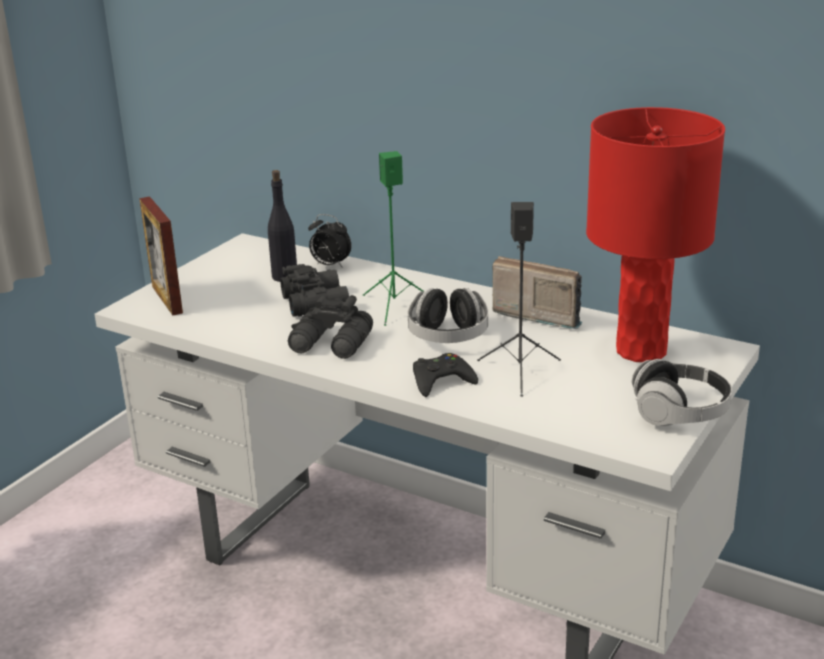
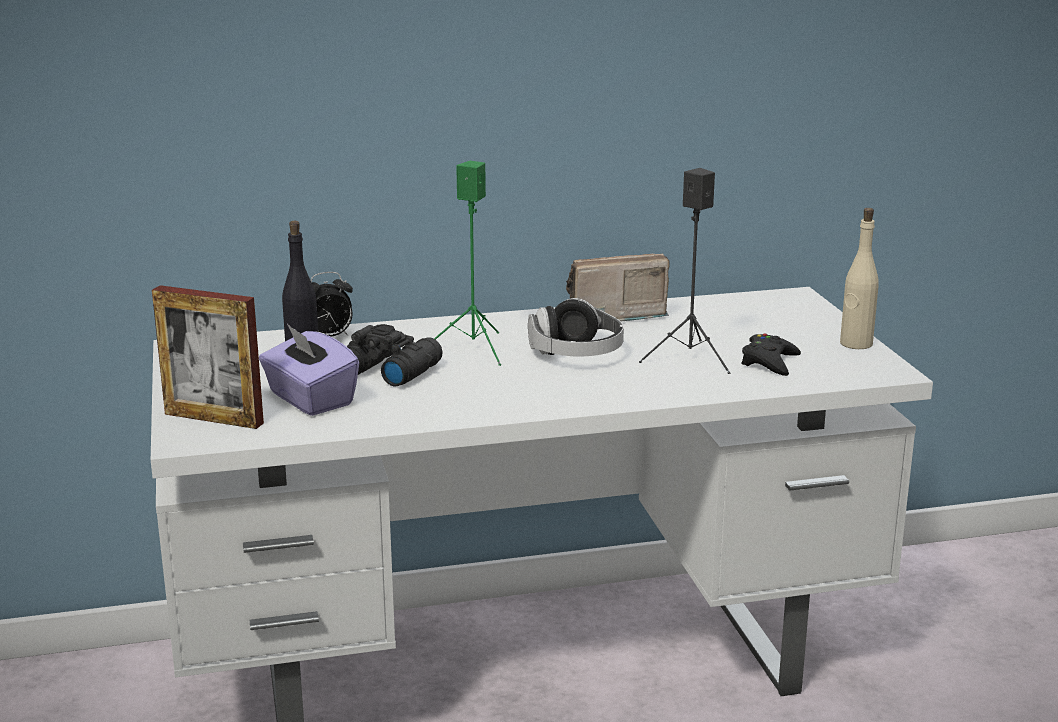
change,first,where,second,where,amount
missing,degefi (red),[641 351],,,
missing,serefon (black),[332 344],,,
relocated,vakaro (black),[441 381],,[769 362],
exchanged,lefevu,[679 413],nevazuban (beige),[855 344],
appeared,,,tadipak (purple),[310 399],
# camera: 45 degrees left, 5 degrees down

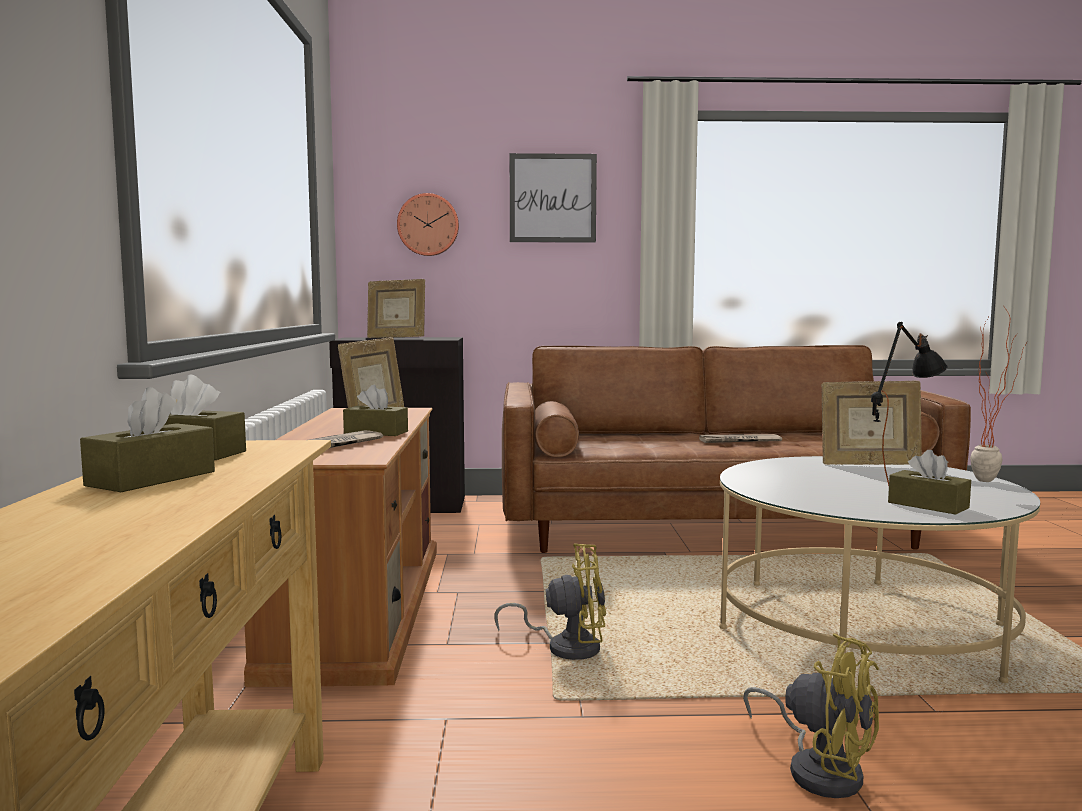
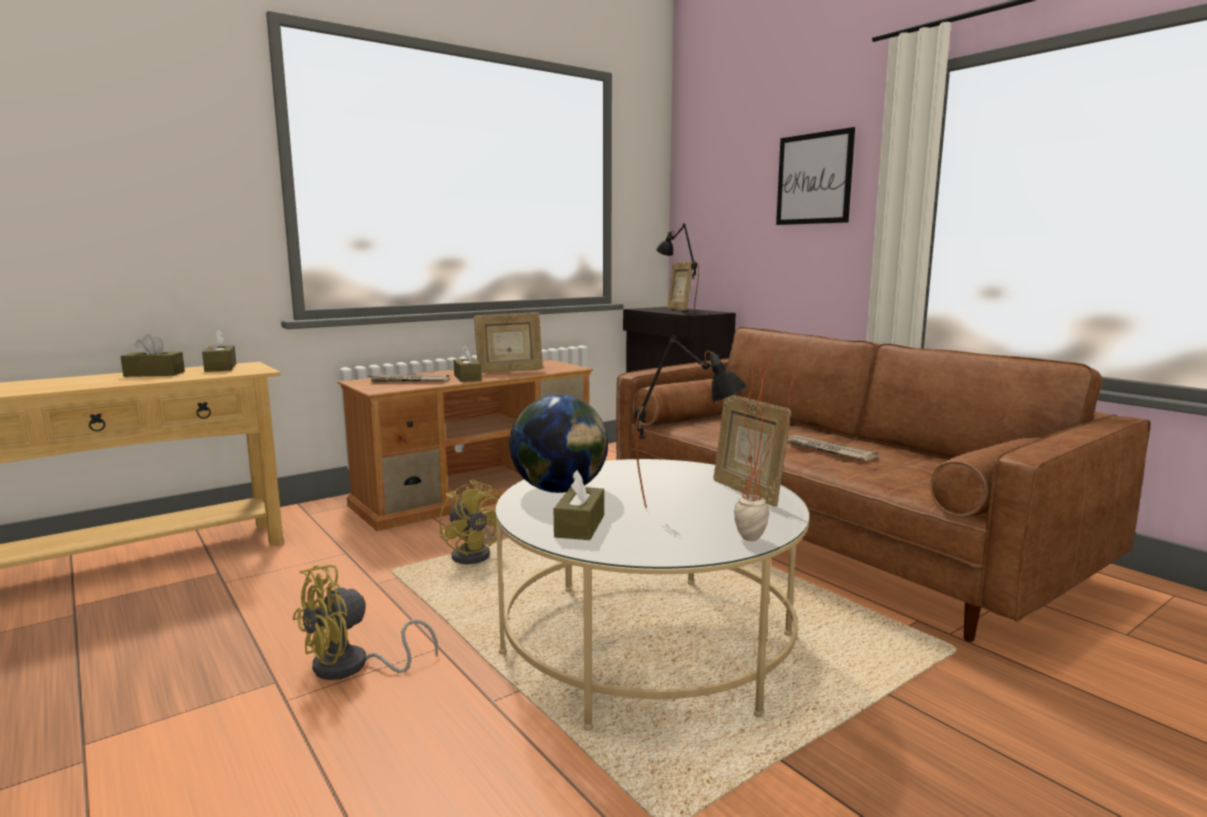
change,first,where,second,where,amount
missing,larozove,[428 225],,,
spun,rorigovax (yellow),[819 769],,[352 667],45 degrees clockwise
appeared,,,degefi (black),[675 313],
appeared,,,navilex,[560 490],
# camera: 55 degrees right, 5 degrees up

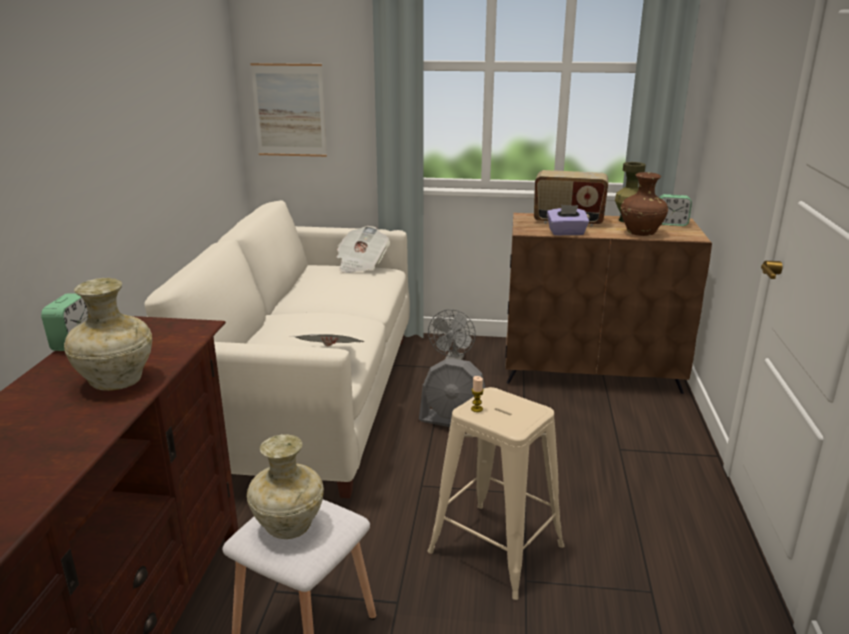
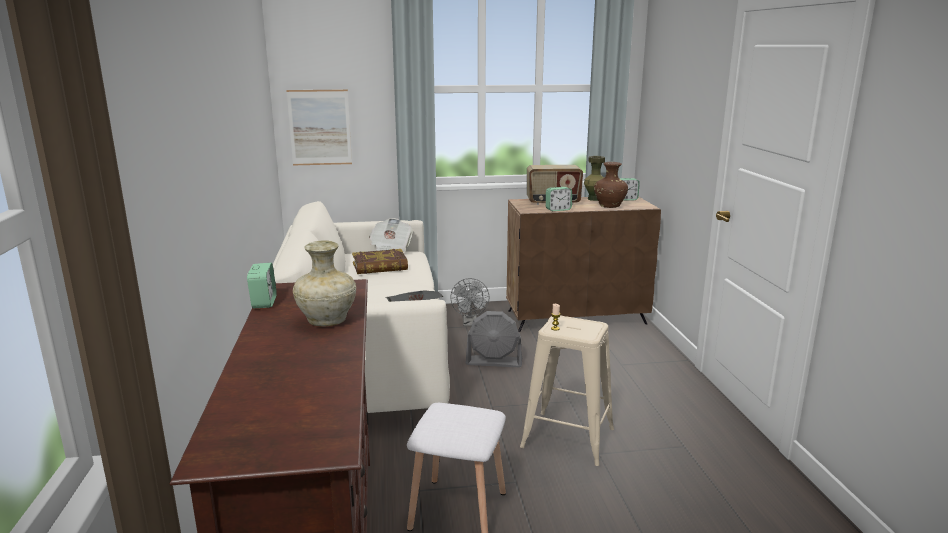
change,first,where,second,where,amount
exchanged,tadipak (purple),[566 233],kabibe,[558 209],
missing,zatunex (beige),[288 527],,,
appeared,,,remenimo,[380 266],
# camera: 15 degrees left, 5 degrees down

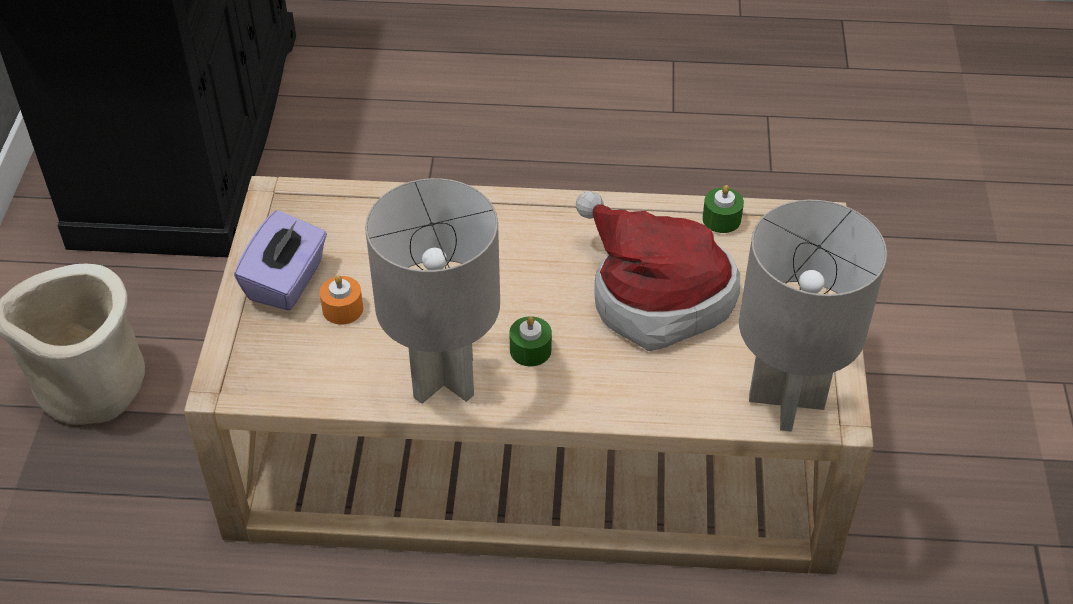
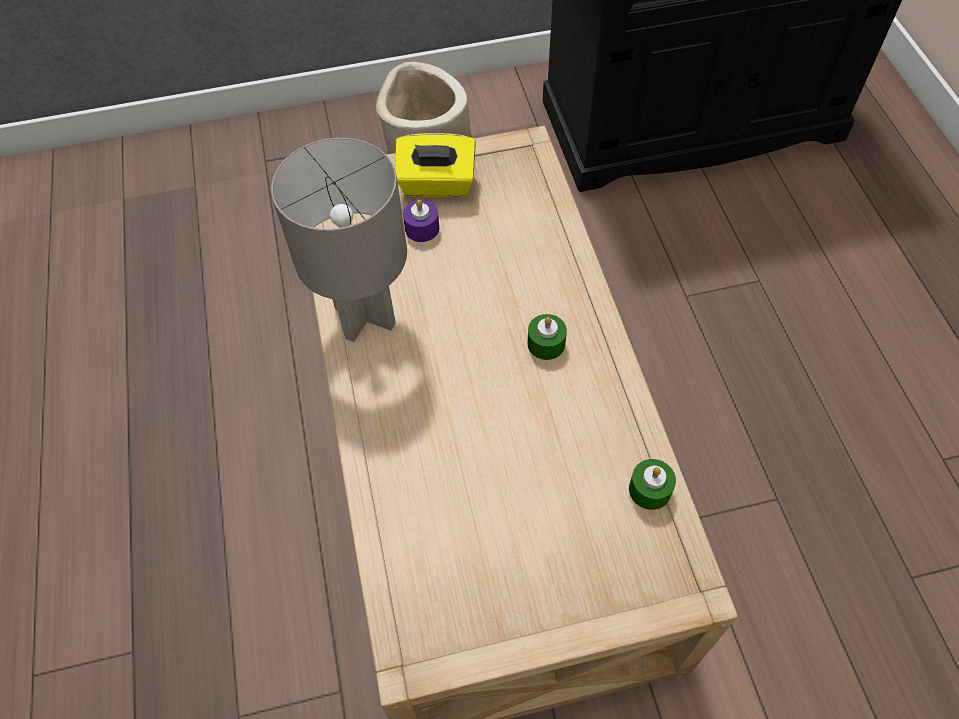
change,first,where,second,where,amount
missing,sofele,[654 296],,,
missing,degefi (grey),[787 400],,,
colour,tadipak (purple),[287 281],tadipak (yellow),[437 184],
colour,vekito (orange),[342 309],vekito (purple),[422 228],
relocated,vekito (green),[530 350],,[546 343],
# camera: 75 degrees right, 10 degrees up

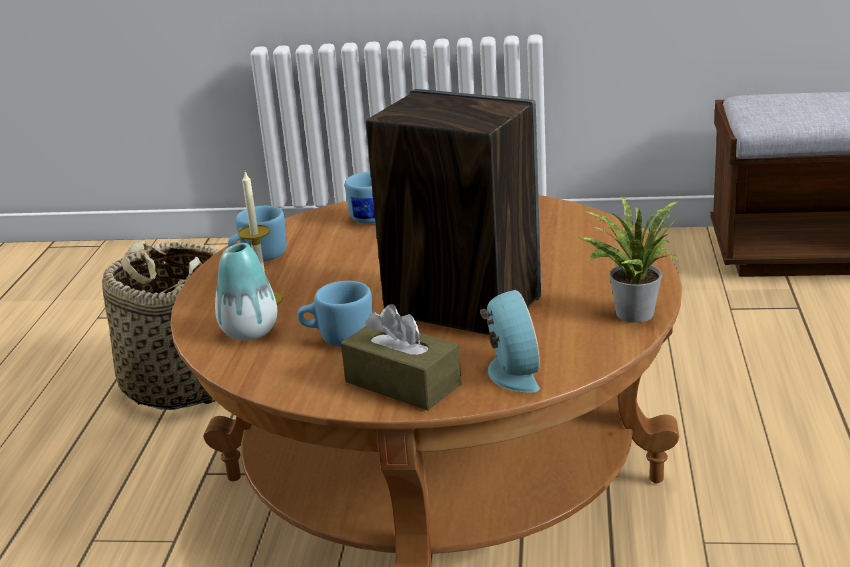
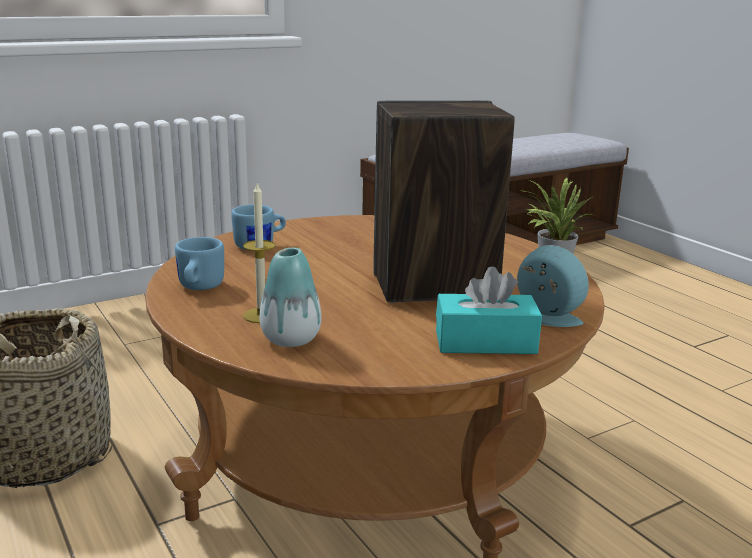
change,first,where,second,where,amount
missing,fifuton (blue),[338 338],,,
colour,tadipak (brown),[402 383],tadipak (turquoise),[485 342],
# camera: 40 degrees left, 5 degrees down

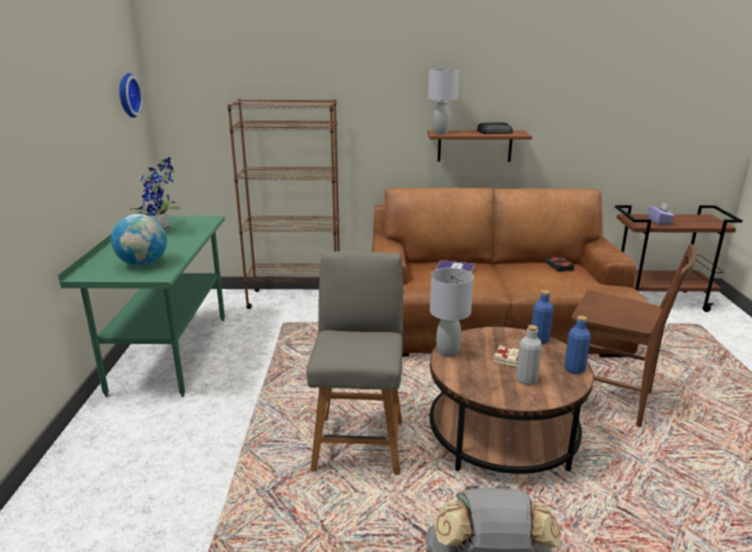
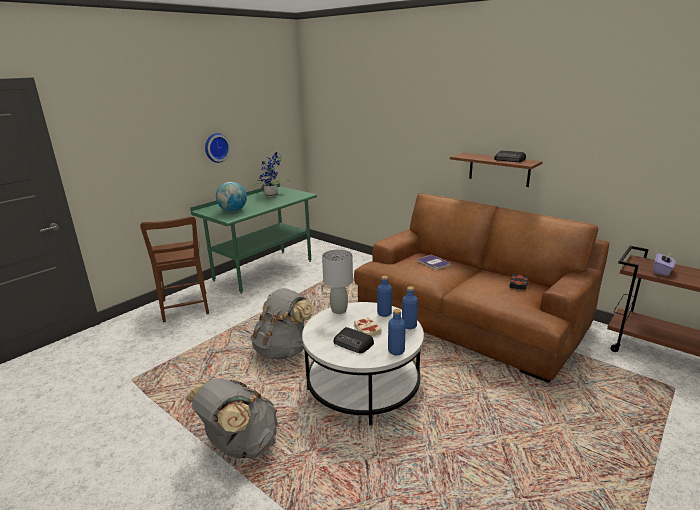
change,first,where,second,where,amount
missing,degefi (grey),[441 133],,,
relocated,larozove,[127 95],,[216 147],
missing,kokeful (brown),[295 299],,,
relocated,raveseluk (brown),[612 400],,[185 308],
exchanged,raveseluk (grey),[359 441],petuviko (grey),[283 350],
exchanged,nevazuban (grey),[526 380],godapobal,[353 343],
colour,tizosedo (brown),[502 435],tizosedo (white),[363 385],
appeared,,,nevazuban (blue),[384 313],
# camera: 40 degrees right, 0 degrees up

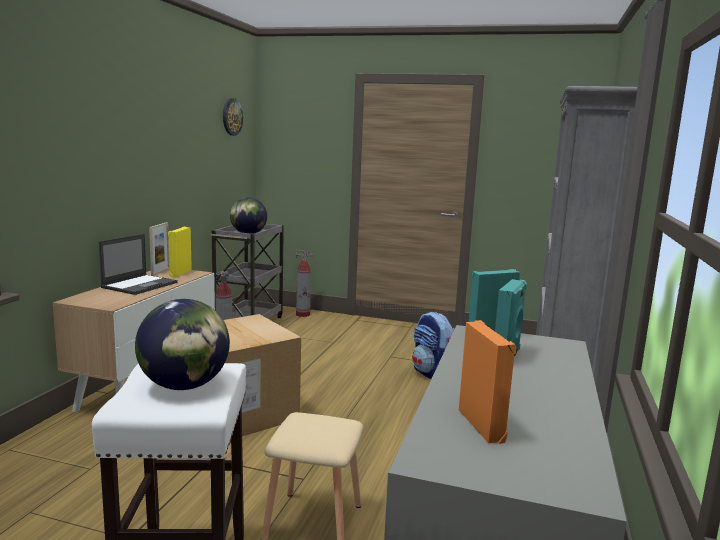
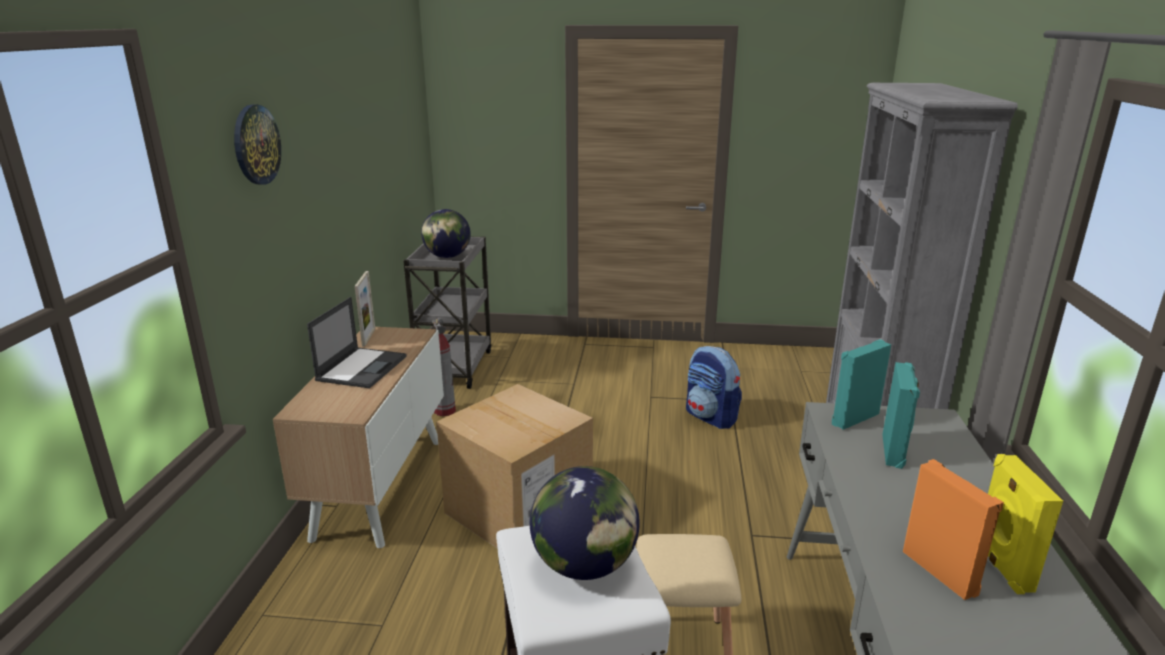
change,first,where,second,where,amount
relocated,larozove,[232 117],,[256 145],
relocated,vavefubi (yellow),[179 273],,[1000 566],
missing,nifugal,[303 314],,,
# camera: 10 degrees left, 10 degrees up

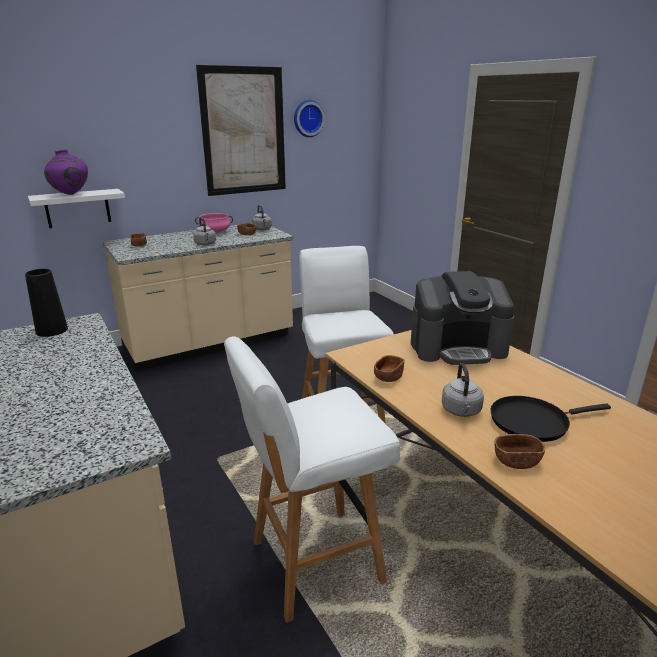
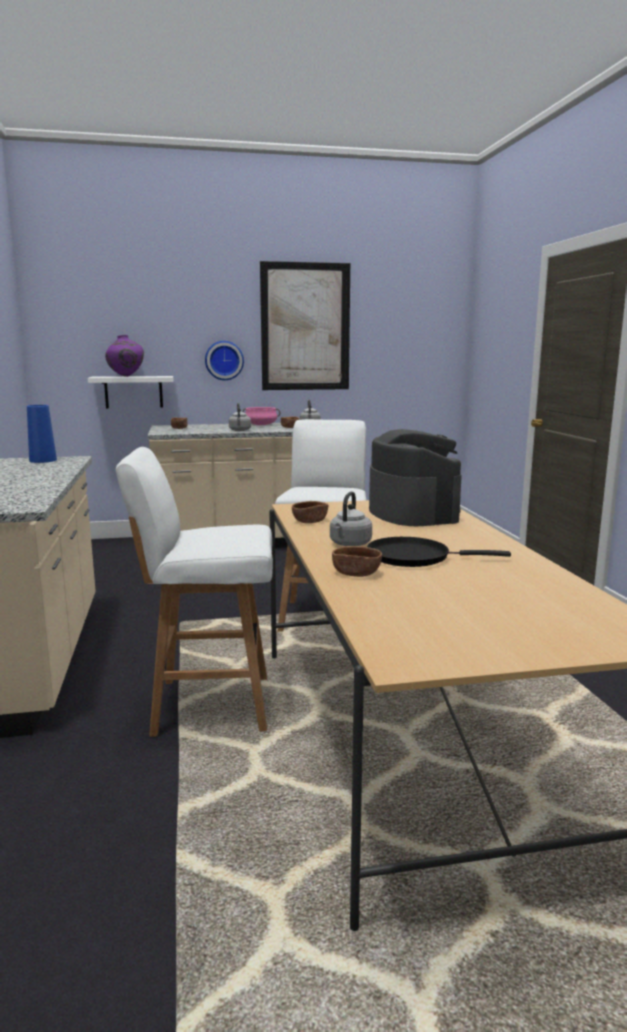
change,first,where,second,where,amount
relocated,larozove,[307 118],,[224 360],
colour,zatunex (black),[52 330],zatunex (blue),[43 460],
spun,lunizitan,[458 347],,[412 512],120 degrees counterclockwise
# camera: 20 degrees right, 10 degrees down

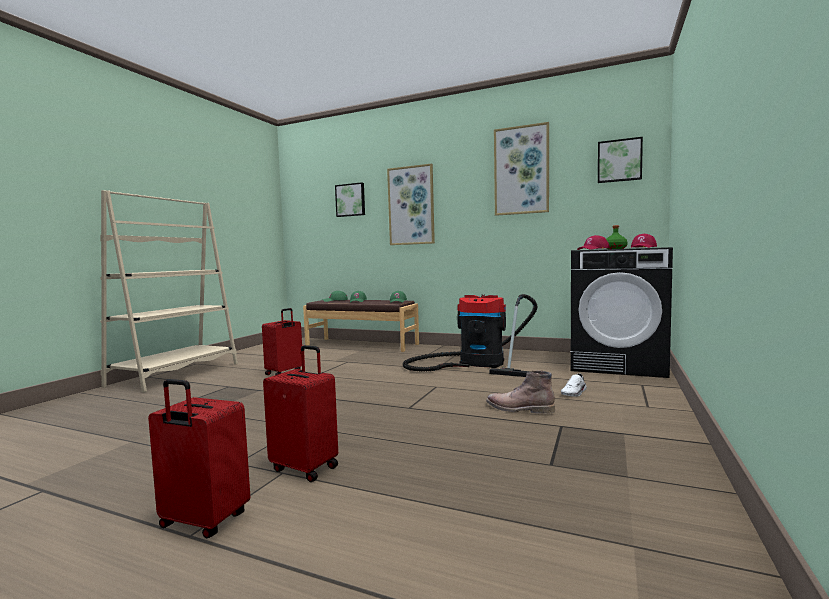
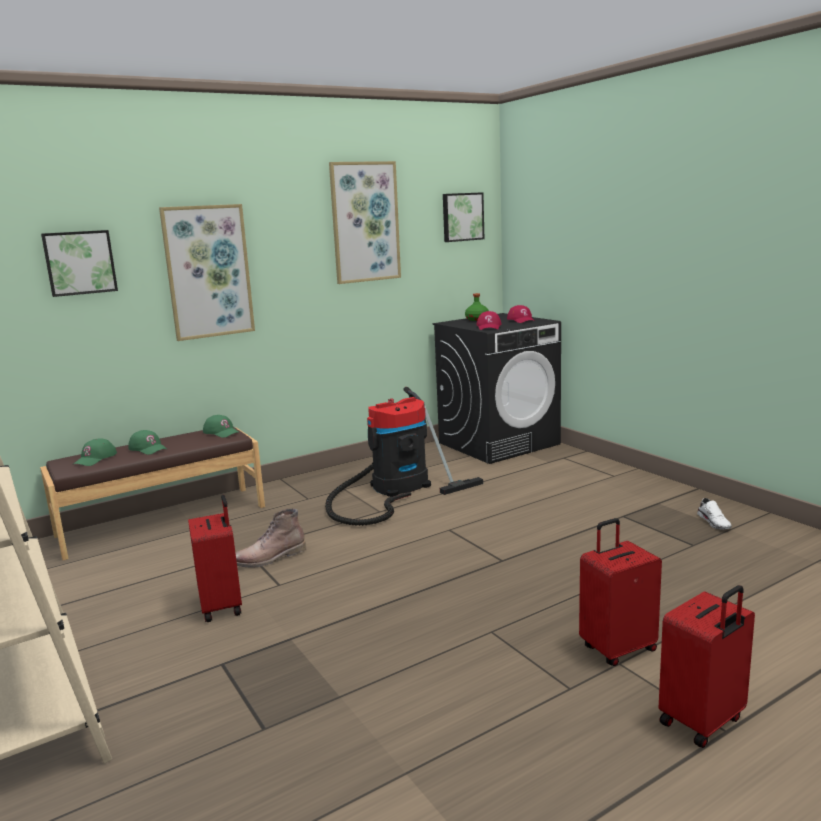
change,first,where,second,where,amount
relocated,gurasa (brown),[519 409],,[269 558],
relocated,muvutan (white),[574 393],,[715 522],
# camera: 55 degrees left, 10 degrees up

